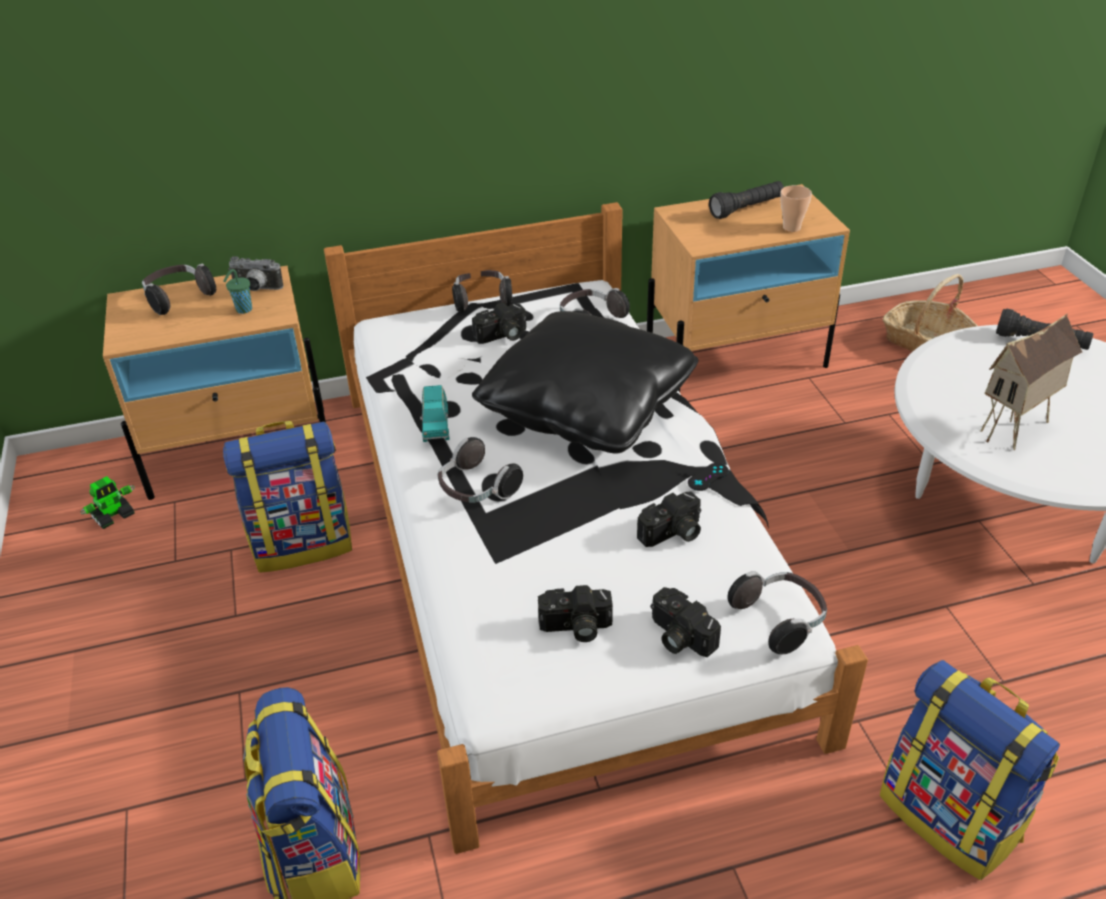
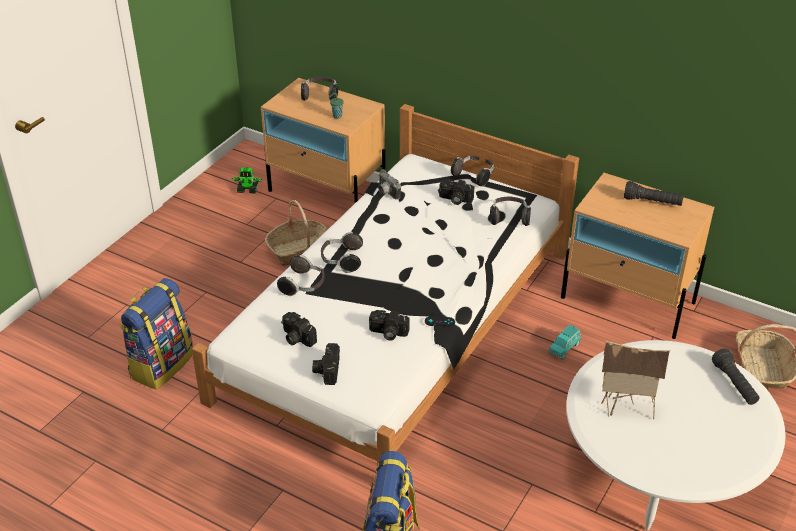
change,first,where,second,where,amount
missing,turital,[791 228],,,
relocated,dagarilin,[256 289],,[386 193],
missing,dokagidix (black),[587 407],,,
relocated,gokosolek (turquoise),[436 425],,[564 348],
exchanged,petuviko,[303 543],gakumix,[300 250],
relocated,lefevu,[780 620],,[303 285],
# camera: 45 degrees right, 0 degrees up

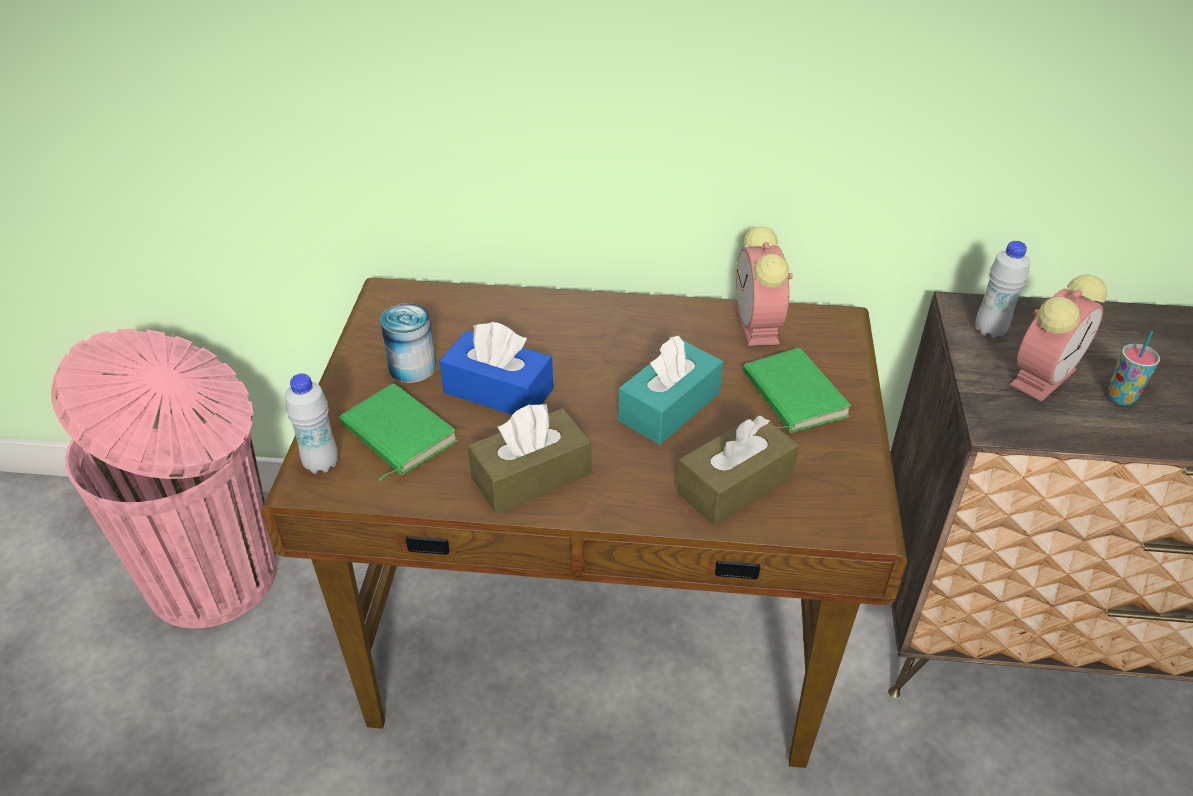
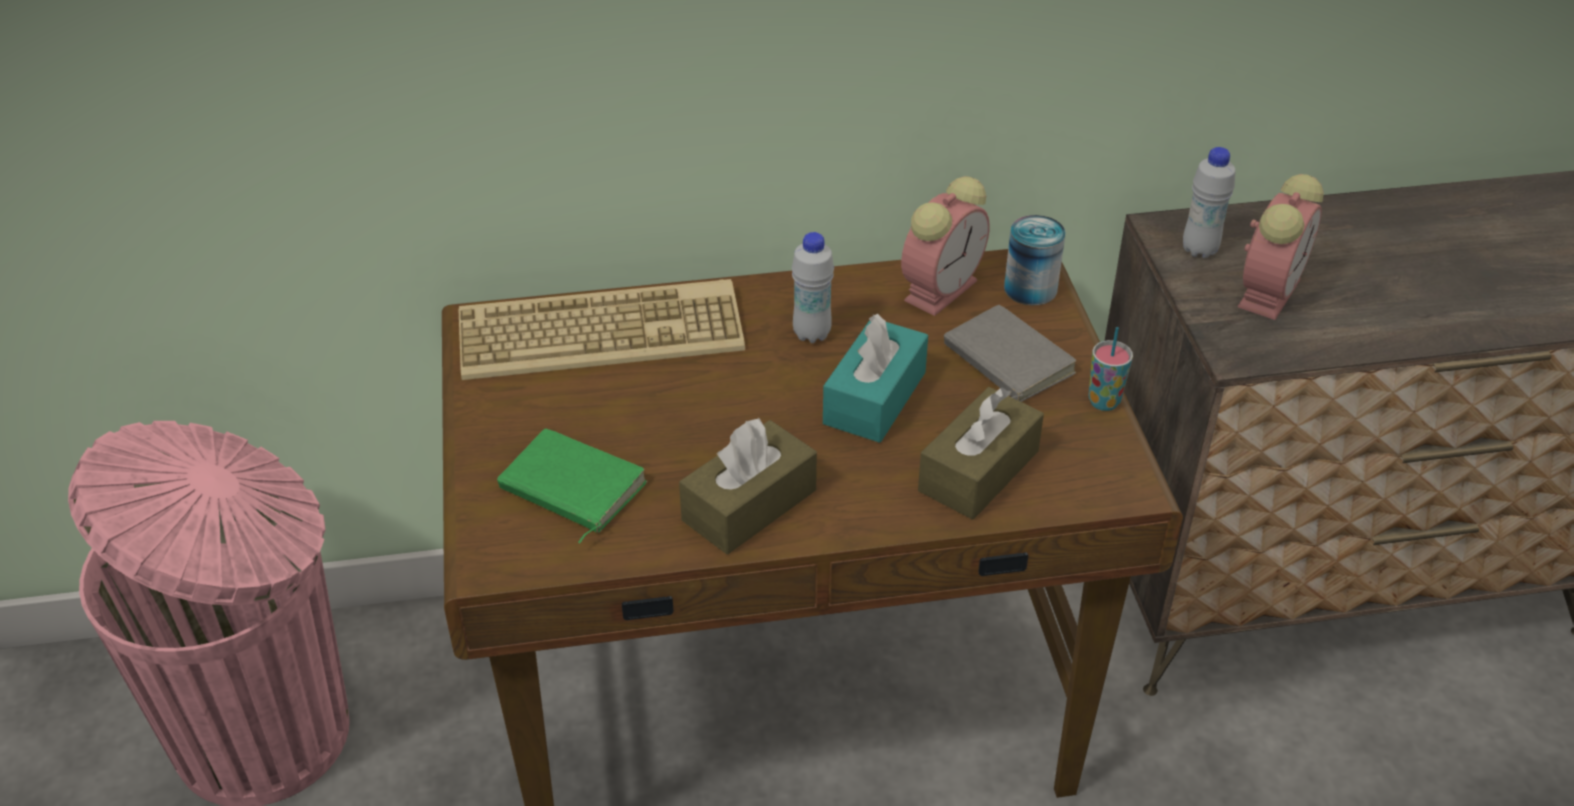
change,first,where,second,where,amount
spun,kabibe,[759 327],,[942 288],120 degrees counterclockwise
relocated,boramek,[412 367],,[1030 288],
missing,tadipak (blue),[498 391],,,
relocated,turital,[1121 397],,[1104 402],
colour,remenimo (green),[791 395],remenimo (grey),[1004 361],
relocated,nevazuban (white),[321 464],,[812 334],
appeared,,,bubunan,[603 330],
# camera: 15 degrees left, 0 degrees up

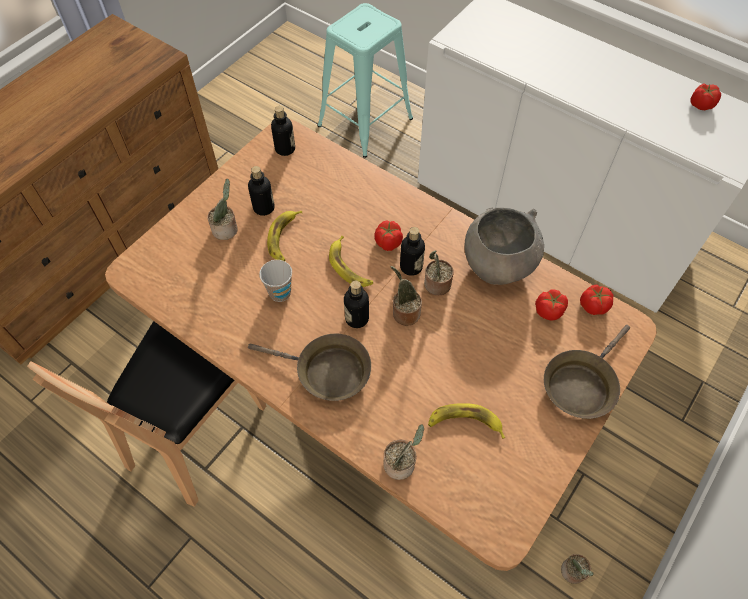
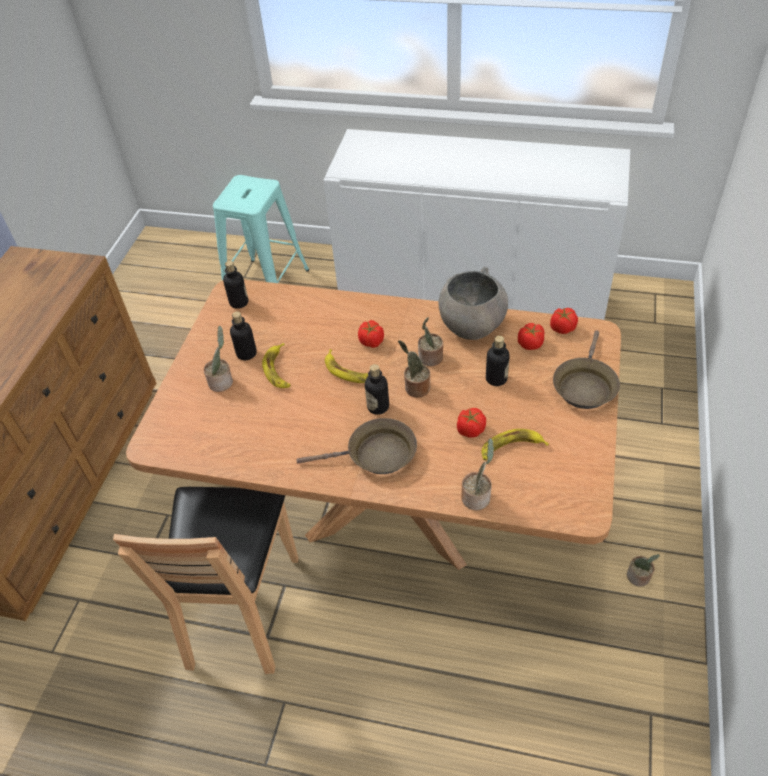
change,first,where,second,where,amount
relocated,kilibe,[701 105],,[470 430],
relocated,nevazuban,[411 267],,[496 379],
missing,turital,[280 293],,,
# camera: 20 degrees left, 10 degrees down

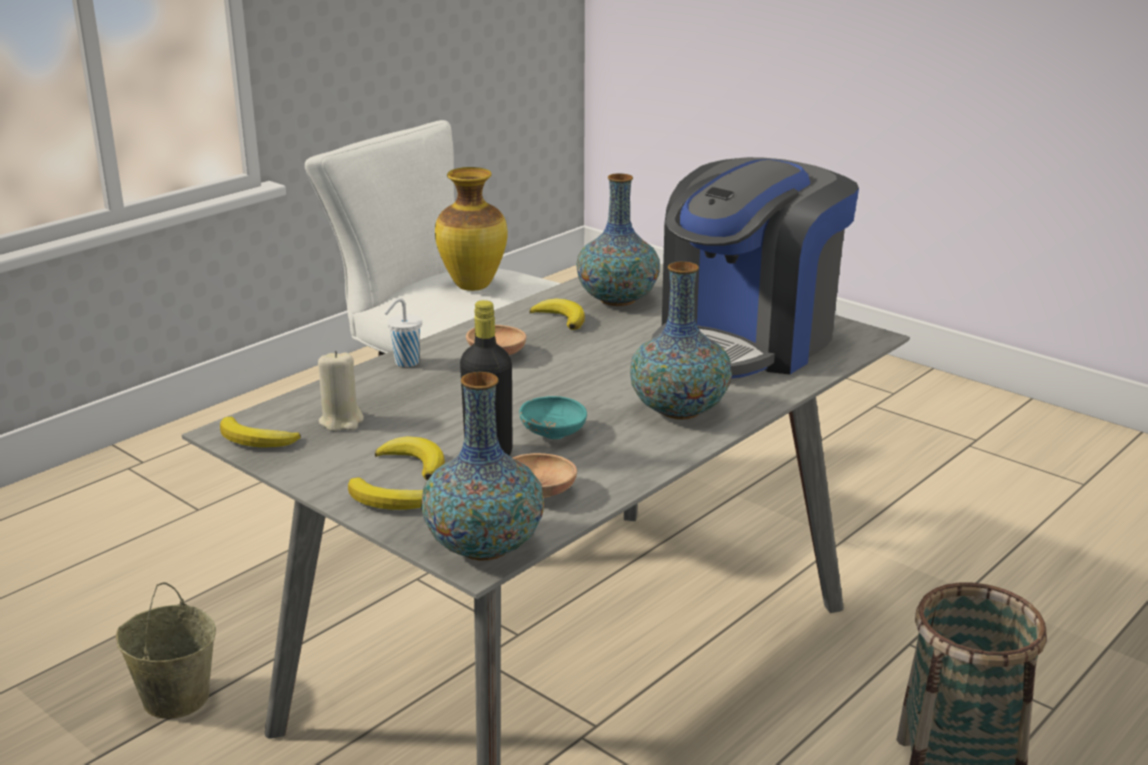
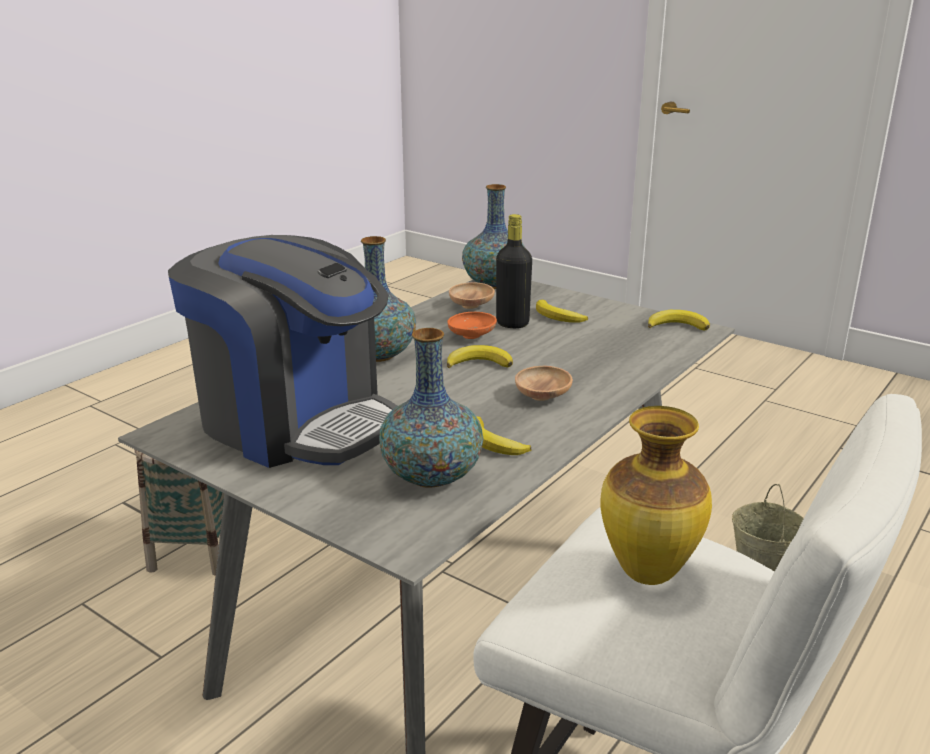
change,first,where,second,where,amount
spun,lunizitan,[746 341],,[296 422],90 degrees clockwise
missing,turital (white),[405 363],,,
missing,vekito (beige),[341 421],,,
colour,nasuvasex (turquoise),[553 433],nasuvasex (orange),[472 336],
relocated,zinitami,[391 502],,[479 363],
# camera: 175 degrees right, 0 degrees up

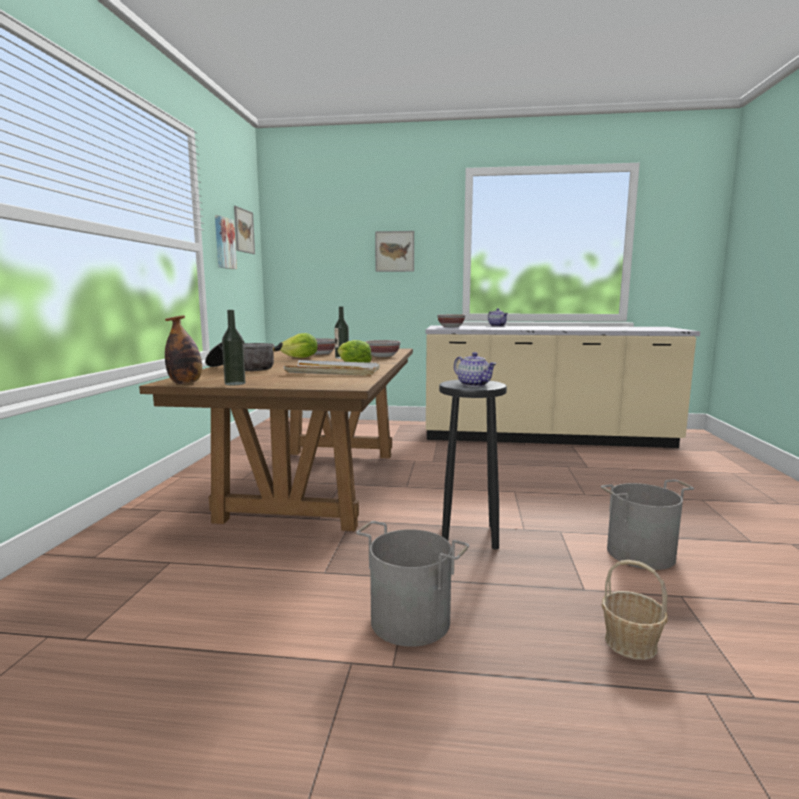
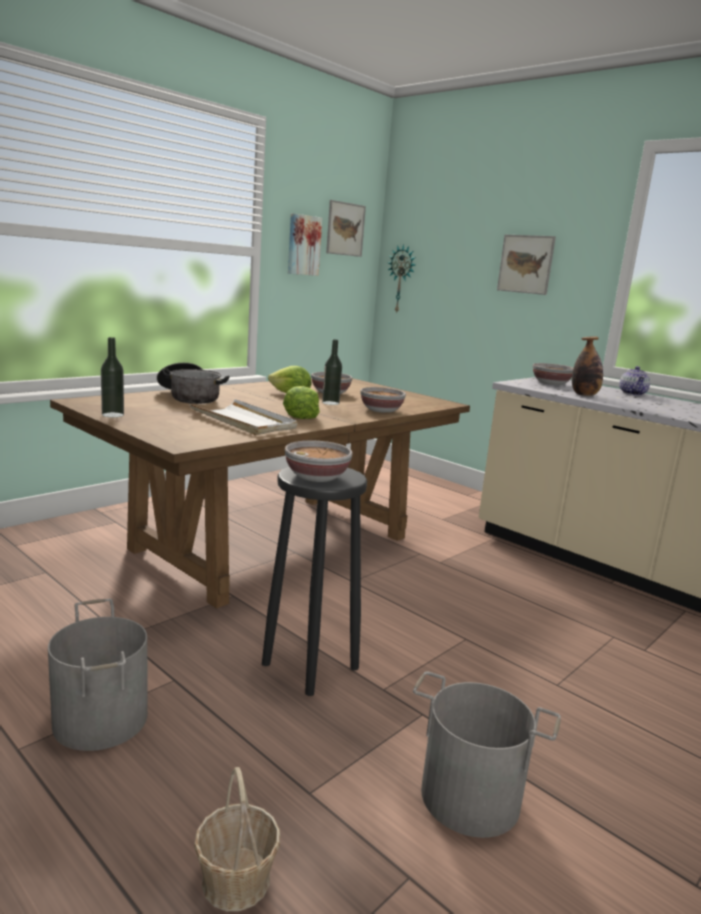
change,first,where,second,where,amount
relocated,nevazuban,[186 383],,[584 395],
exchanged,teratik,[474 384],nasuvasex,[317 477],
appeared,,,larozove,[401 279],
# camera: 35 degrees right, 5 degrees up

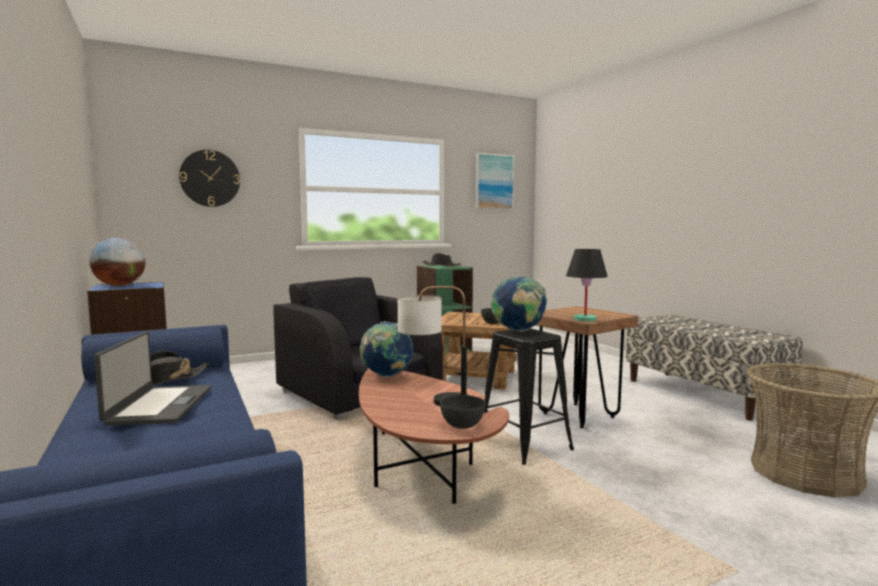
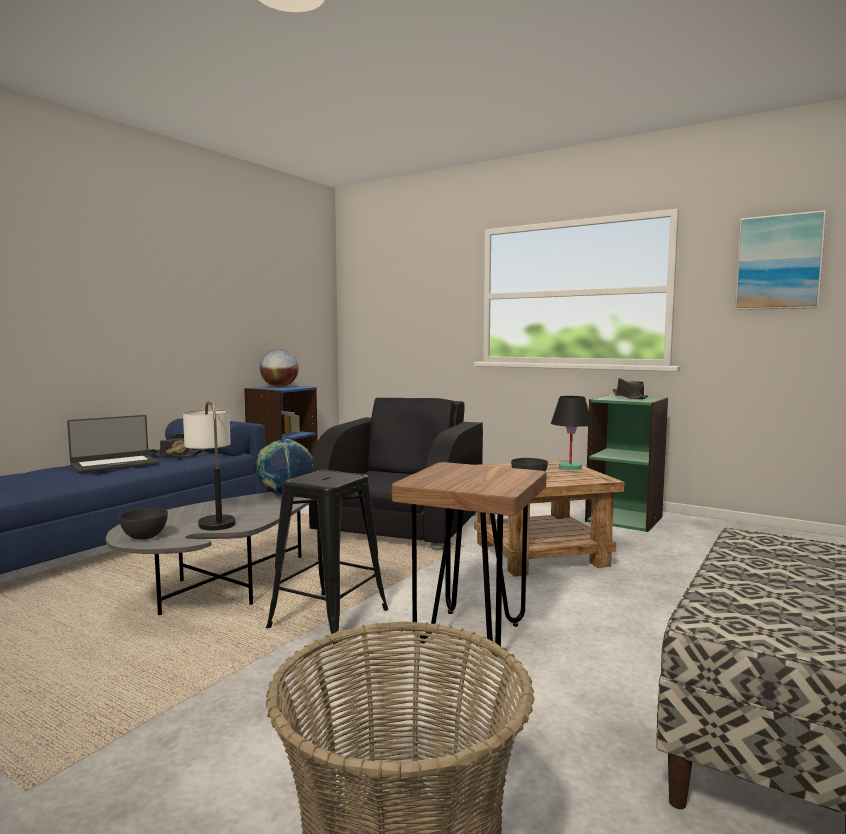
change,first,where,second,where,amount
missing,larozove,[210 178],,,
relocated,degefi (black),[585 319],,[569 467],
missing,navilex,[519 331],,,
colour,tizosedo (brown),[419 470],tizosedo (grey),[224 588],
# camera: 60 degrees right, 0 degrees up

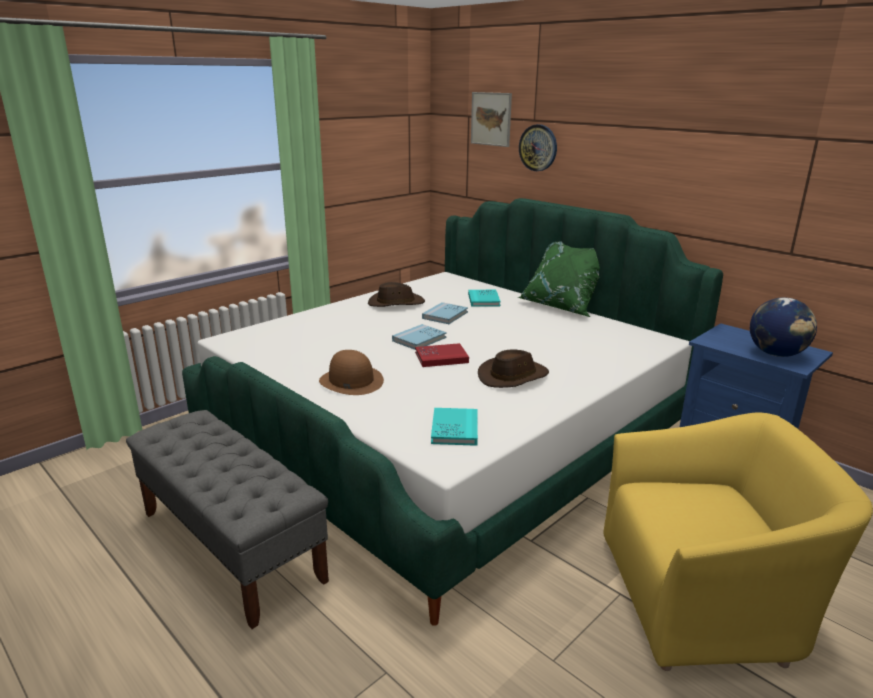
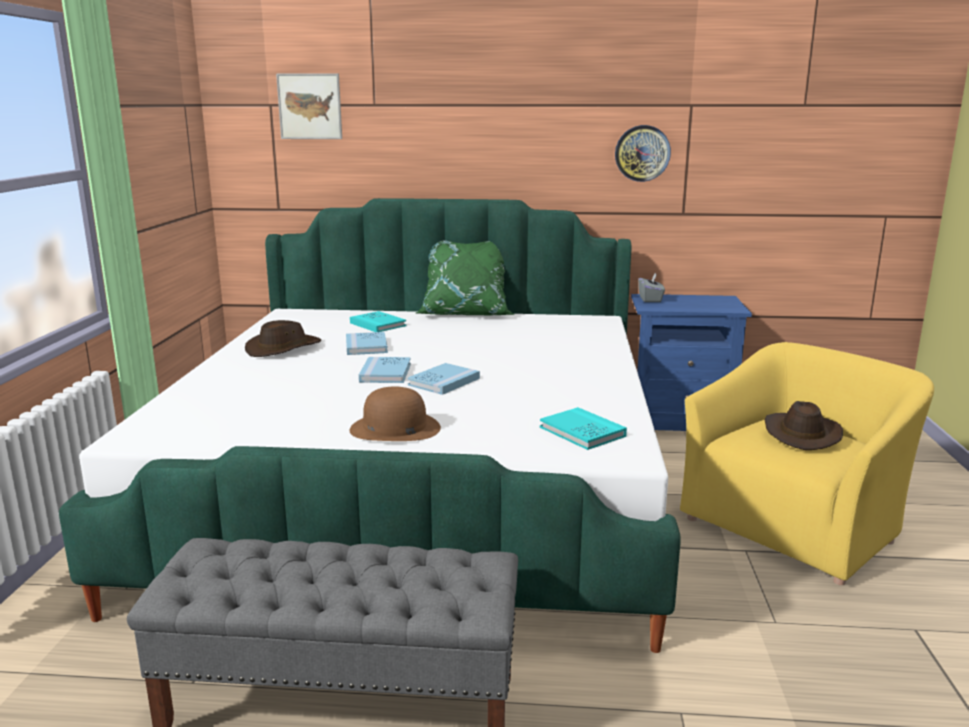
change,first,where,second,where,amount
relocated,larozove,[538 148],,[642 153],
missing,navilex,[776 354],,,
colour,remenimo (red),[441 357],remenimo (blue),[444 382],
relocated,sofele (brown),[513 376],,[801 433],
appeared,,,tadipak (grey),[650 299],
# camera: 40 degrees left, 5 degrees down

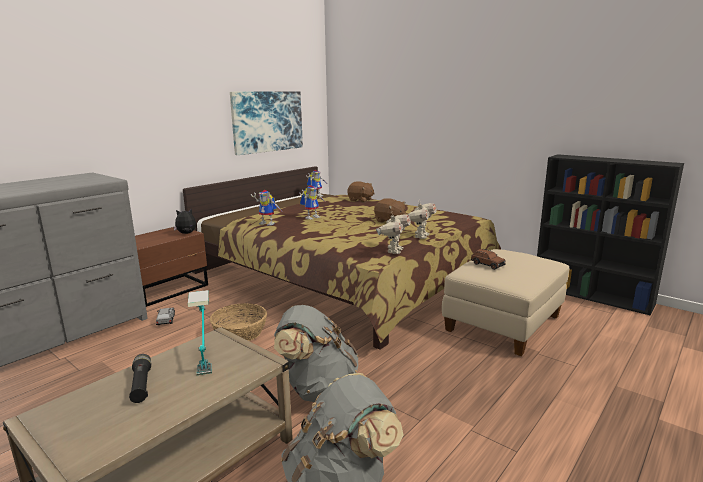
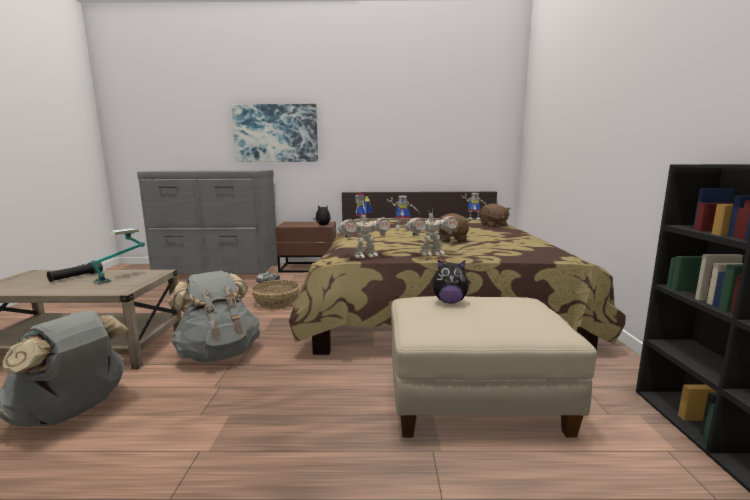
change,first,where,second,where,amount
relocated,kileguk,[267 121],,[276 133],
exchanged,gokosolek (brown),[487 265],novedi,[449 301],
# camera: 50 degrees right, 5 degrees down

